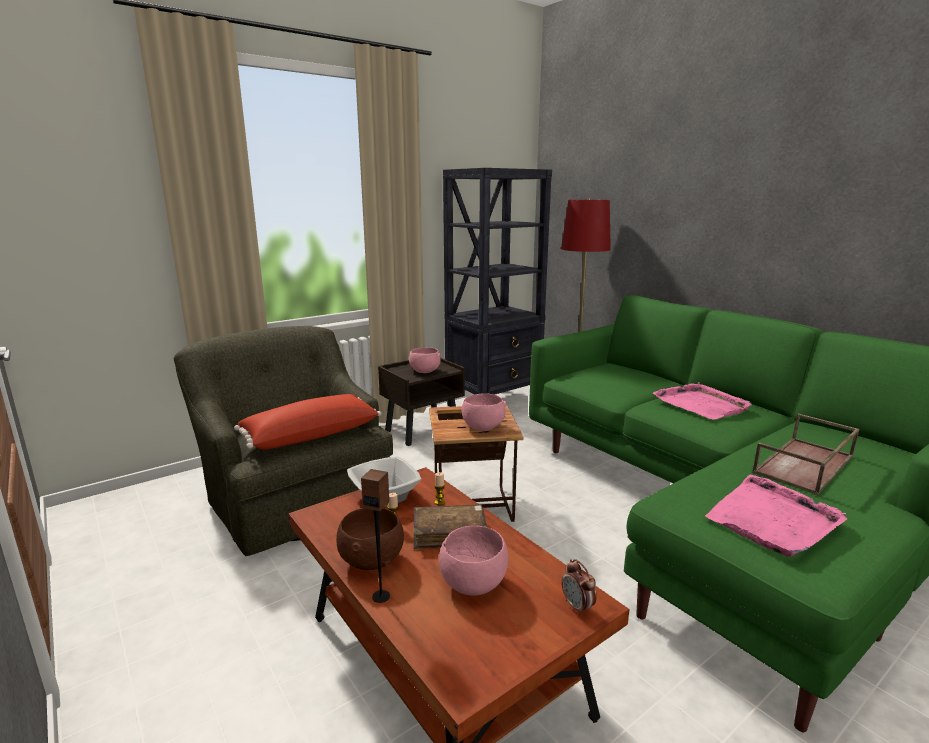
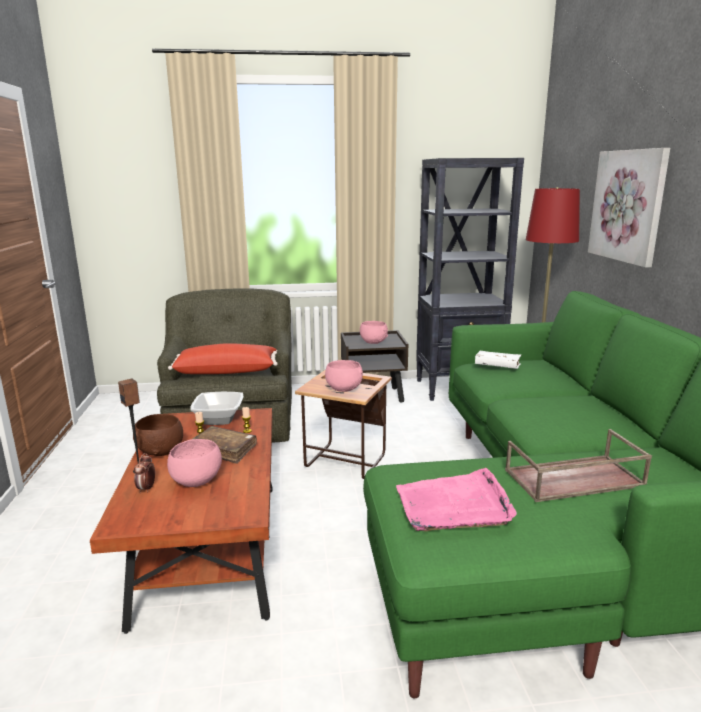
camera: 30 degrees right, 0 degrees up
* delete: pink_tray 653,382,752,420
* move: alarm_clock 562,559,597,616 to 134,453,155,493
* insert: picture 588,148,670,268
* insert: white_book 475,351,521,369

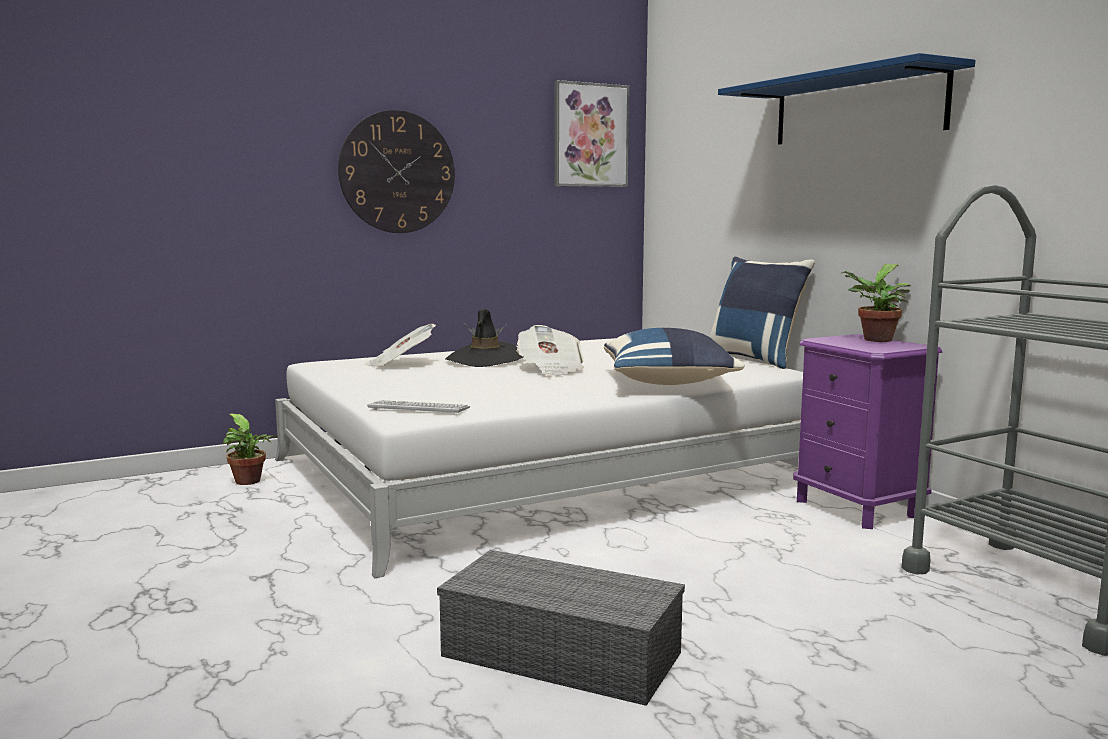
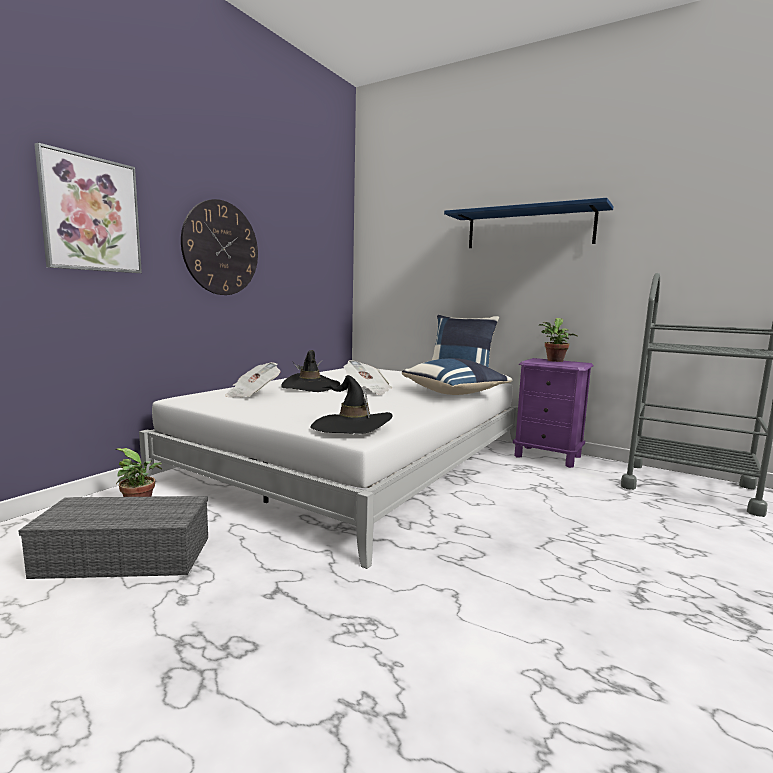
camera: 30 degrees left, 0 degrees up
* move: picture 554,80,629,187 to 34,143,142,273
* replace: keyboard 367,400,470,415 to black_hat 310,375,392,434
* move: grey_storage_box 437,550,685,706 to 19,496,208,579

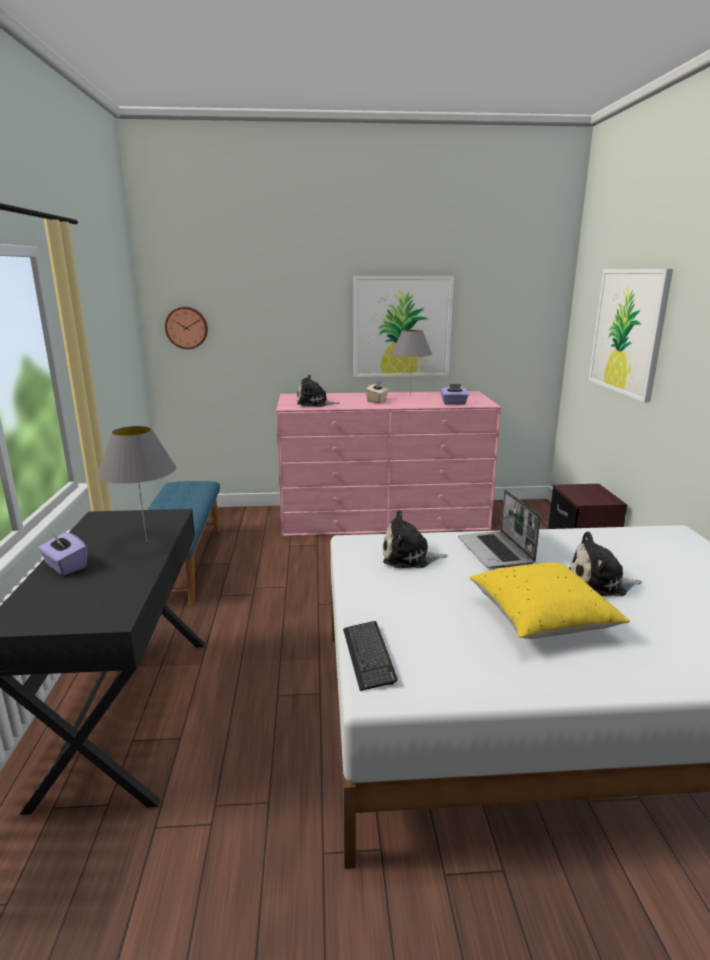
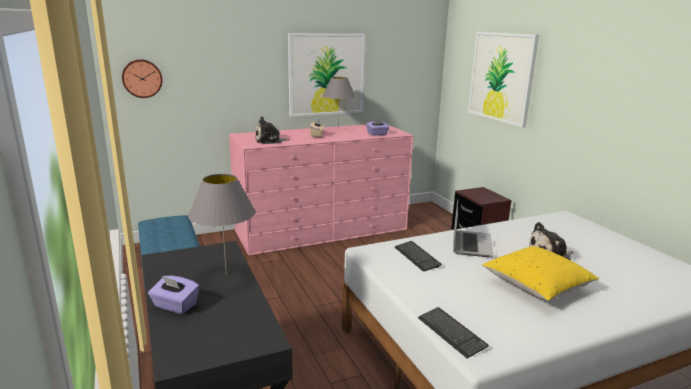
camera: 20 degrees left, 0 degrees up
* rotate: laptop 458,490,541,569 = 453,200,493,257 135 degrees counterclockwise
* replace: plush_toy 383,510,448,568 to keyboard 395,241,442,272

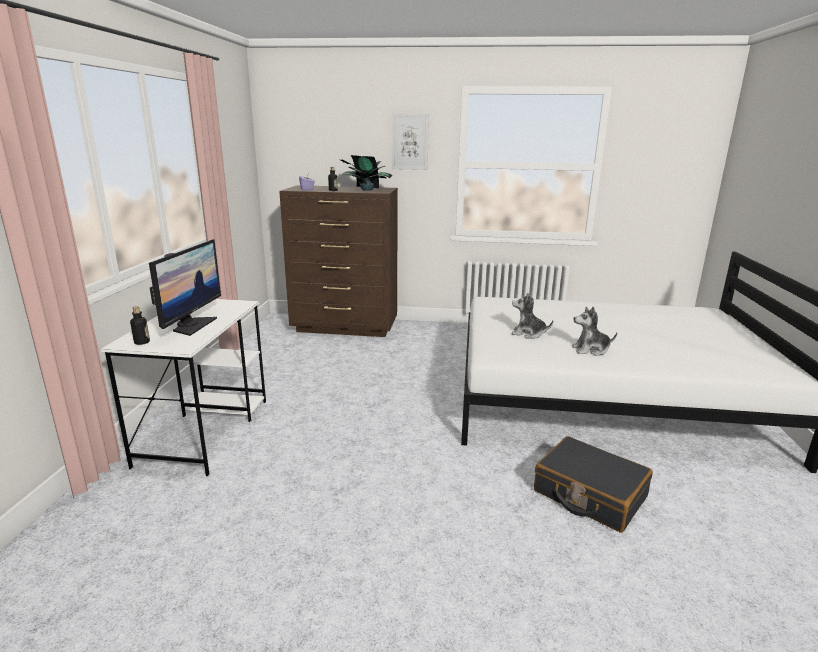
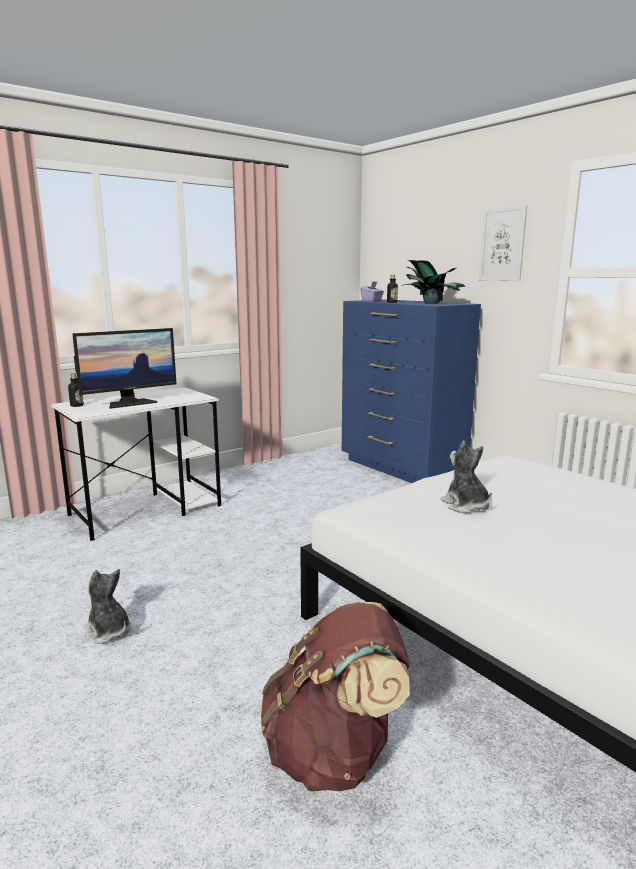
camera: 45 degrees right, 5 degrees down
* recolor: brown_dresser 279,185,398,337 to blue_dresser 342,299,481,483
* move: plush_toy 572,306,617,356 to 83,569,132,644
* replace: black_suitcase 534,436,653,533 to brown_backpack 261,602,410,792

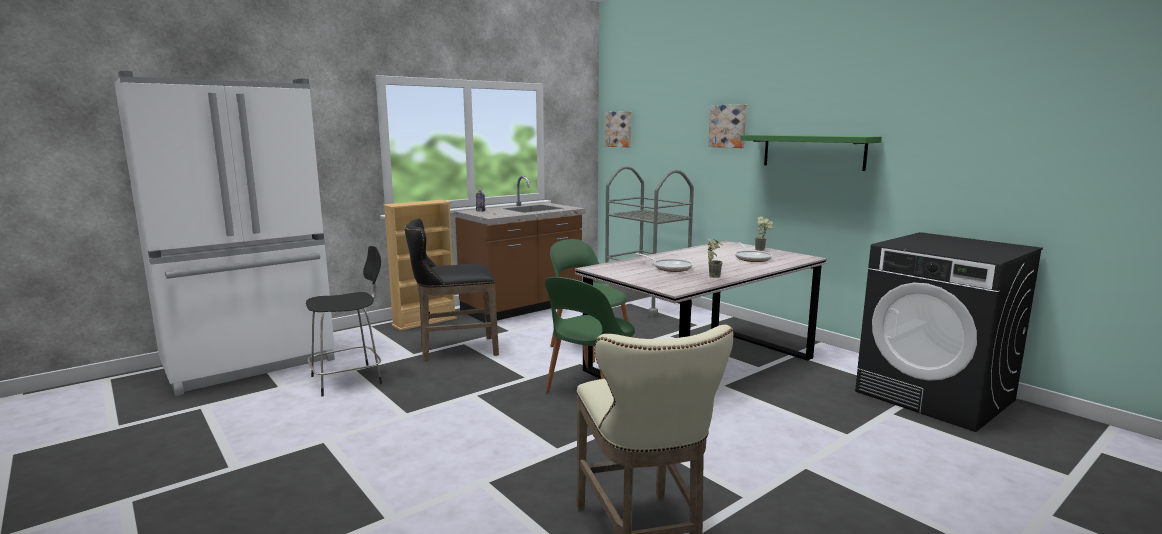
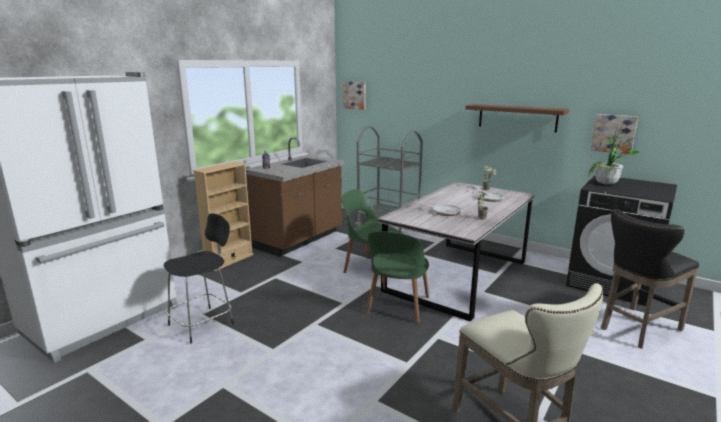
camera: 15 degrees left, 5 degrees up
* move: picture 708,104,747,148 to 591,114,638,154
* recolor: green_shelf 741,135,882,171 to brown_shelf 465,104,569,133
* move: black_stool 405,218,499,362 to 601,209,699,349
* insert: potted_plant 589,121,639,185

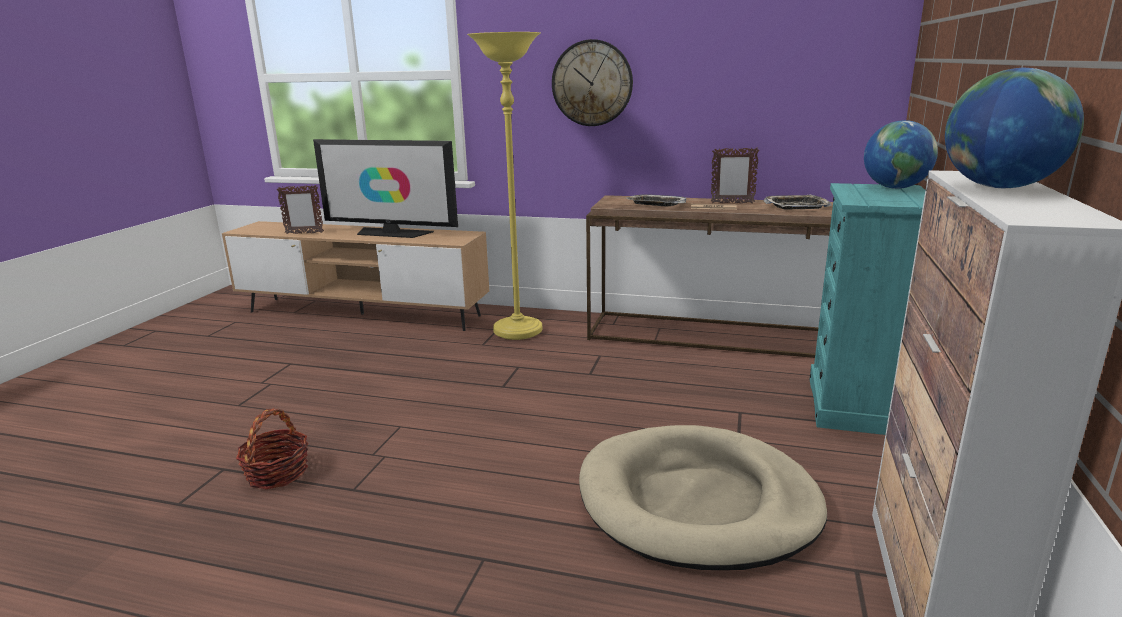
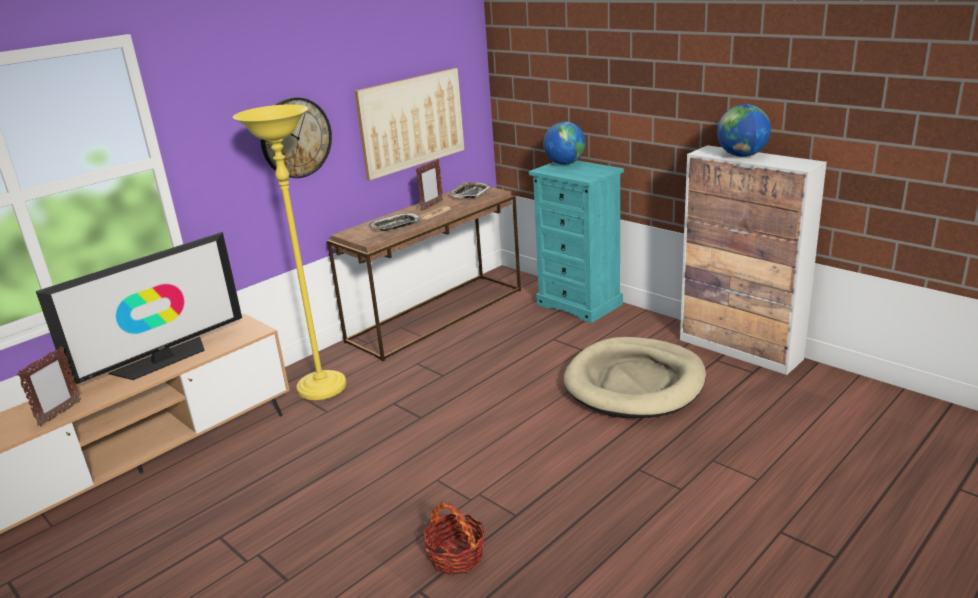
camera: 60 degrees left, 5 degrees up
* insert: picture 355,68,465,180

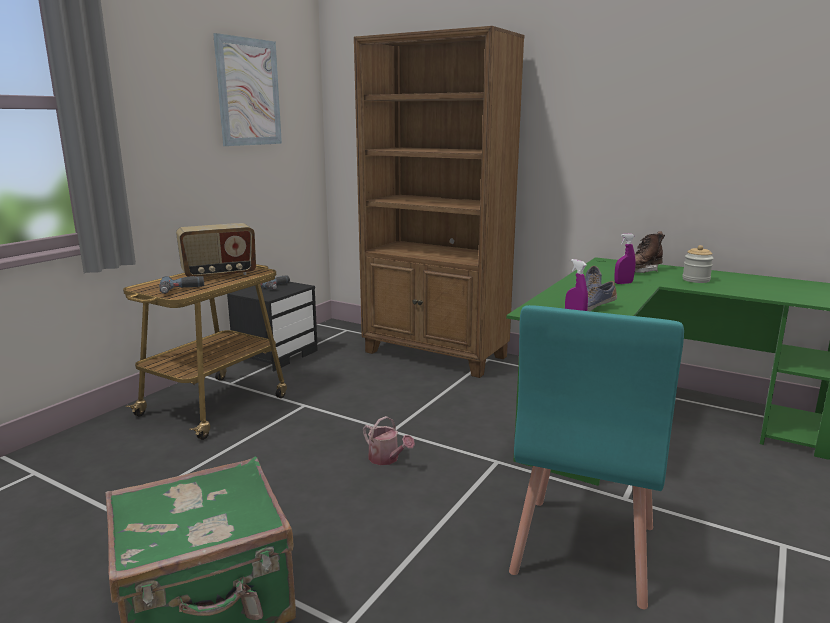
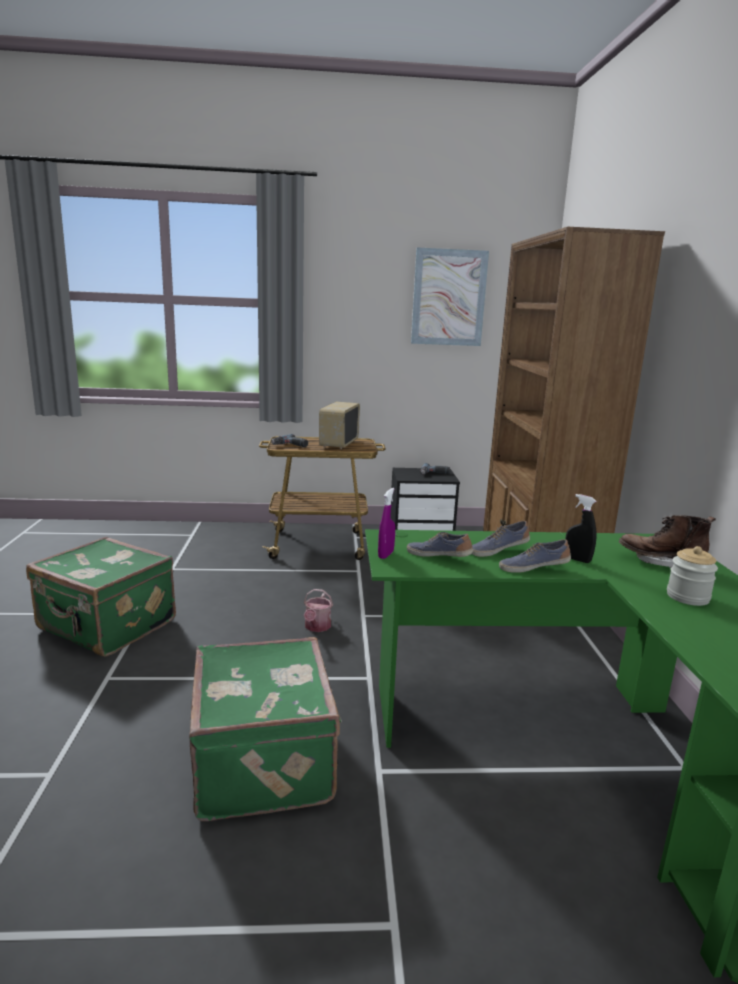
camera: 55 degrees right, 0 degrees up
* rotate: radio 176,223,256,277 = 319,402,360,449 75 degrees clockwise
* recolor: purple_spray_bottle 615,234,636,284 to black_spray_bottle 565,494,597,563
* replace: turquoise_chair 509,305,684,609 to green_suitcase 189,637,342,821
* insert: shoe 499,539,571,573

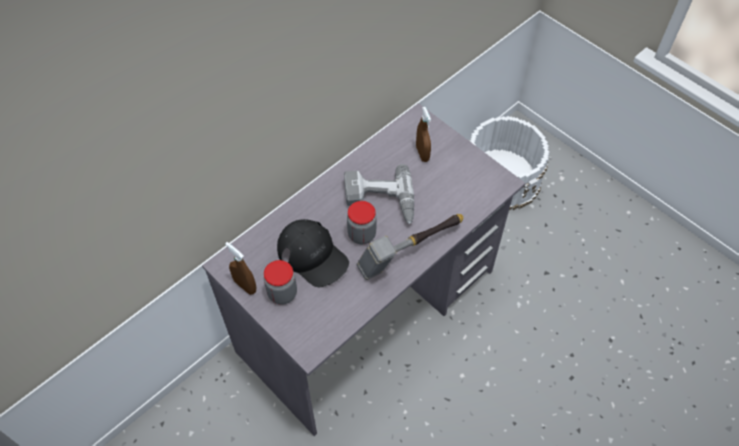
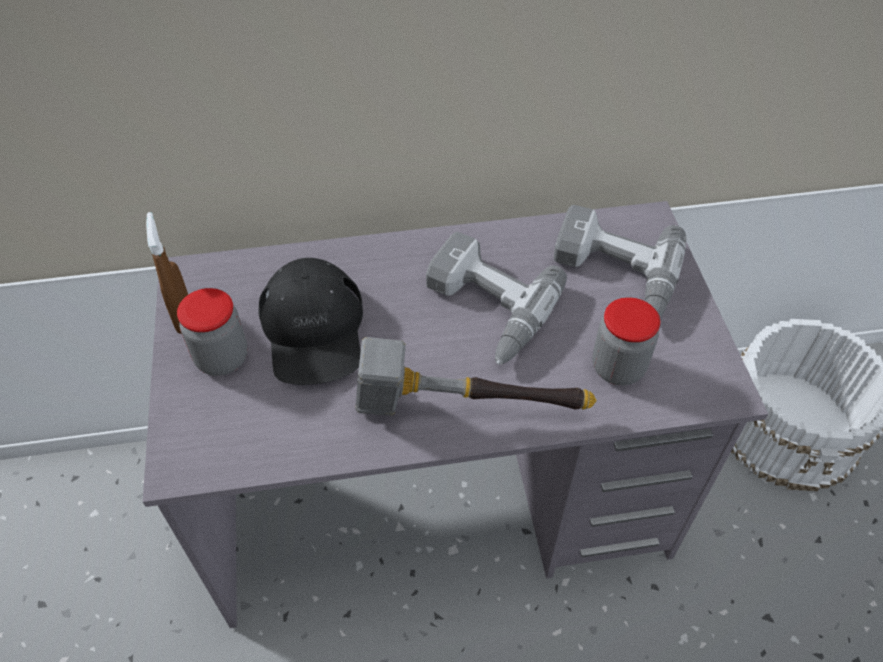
camera: 35 degrees right, 5 degrees down
* replace: brown_spray_bottle 416,107,431,162 to power_drill 554,205,686,317
* move: jar 347,201,377,244 to 592,297,660,385

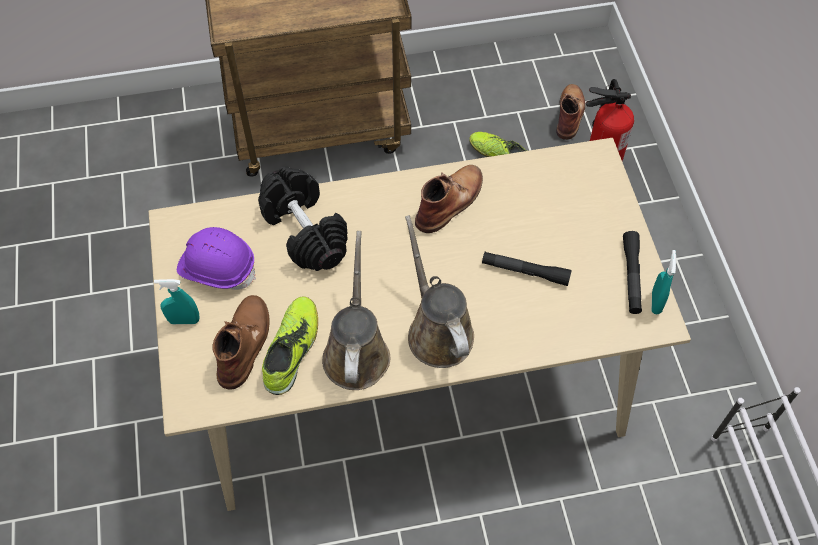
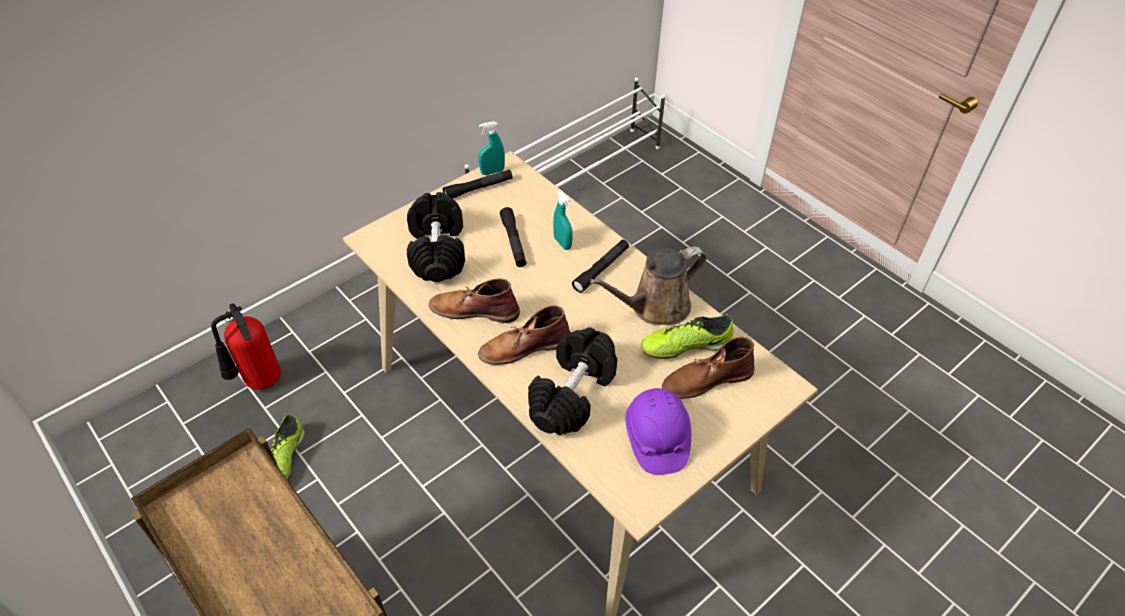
camera: 120 degrees left, 10 degrees down
* move: brown_boot 556,84,585,140 to 478,305,571,365
* replace: brown_watering_can 405,215,474,368 to black_flashlight 572,240,629,293
* move: turquoise_spray_bottle 154,279,200,324 to 553,190,573,250
* insert: black_dumbbell 407,192,465,282

